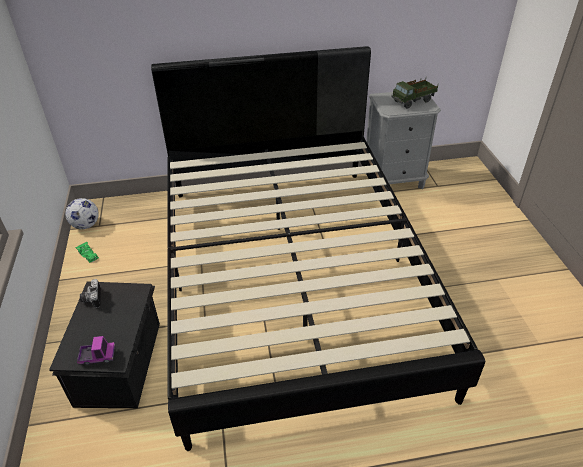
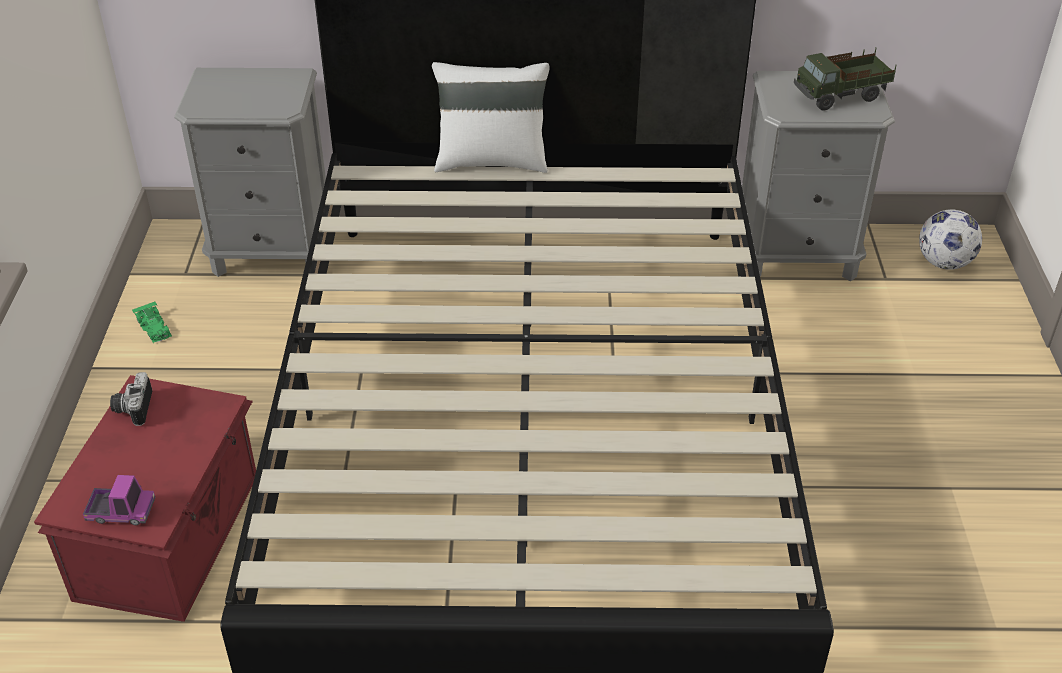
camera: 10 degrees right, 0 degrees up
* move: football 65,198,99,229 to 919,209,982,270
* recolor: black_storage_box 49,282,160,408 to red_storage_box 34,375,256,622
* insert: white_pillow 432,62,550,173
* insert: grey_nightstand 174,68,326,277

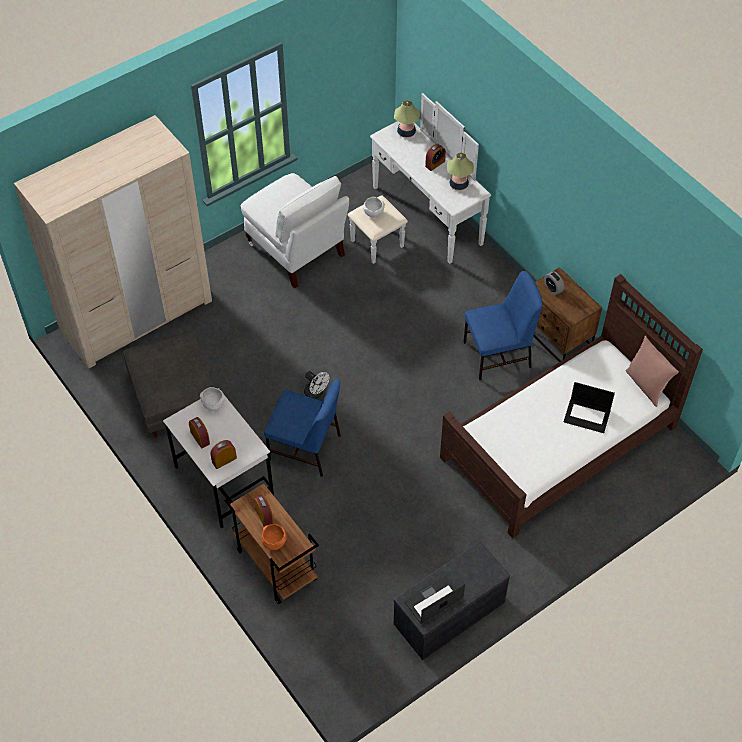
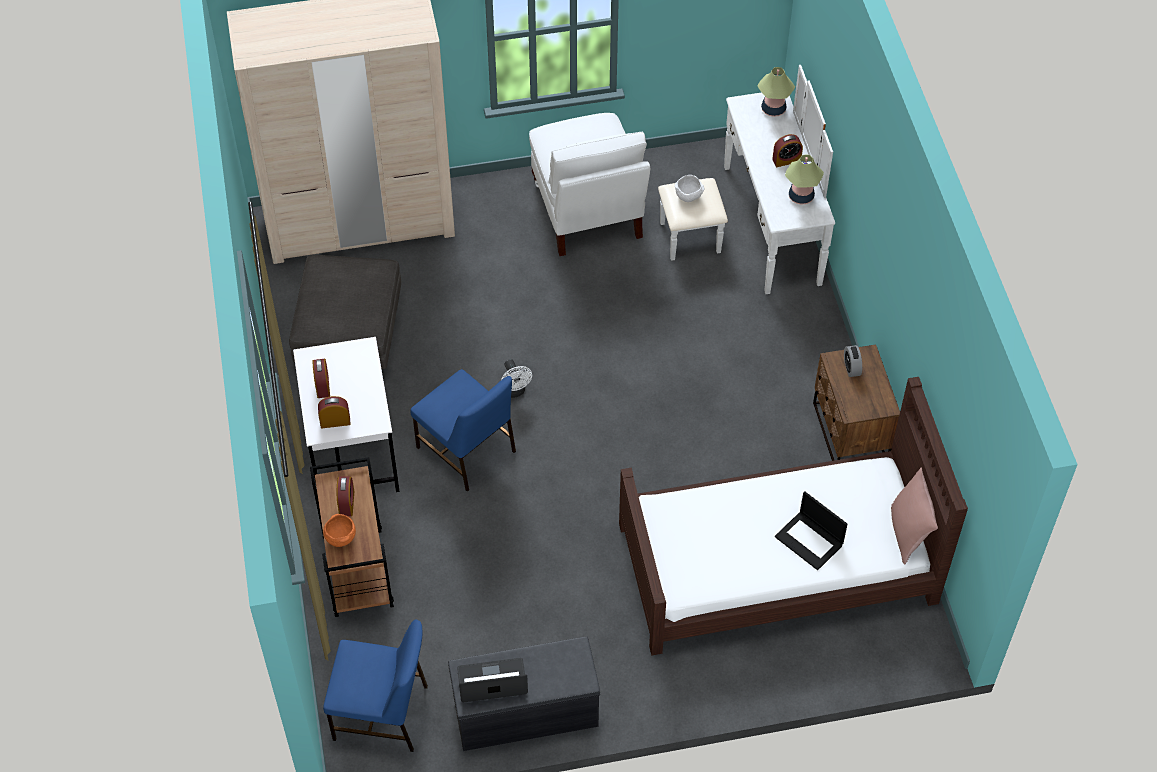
camera: 25 degrees right, 0 degrees up
* move: blue_chair 464,271,543,380 to 323,620,428,752
* delete: white_bowl 200,387,225,411

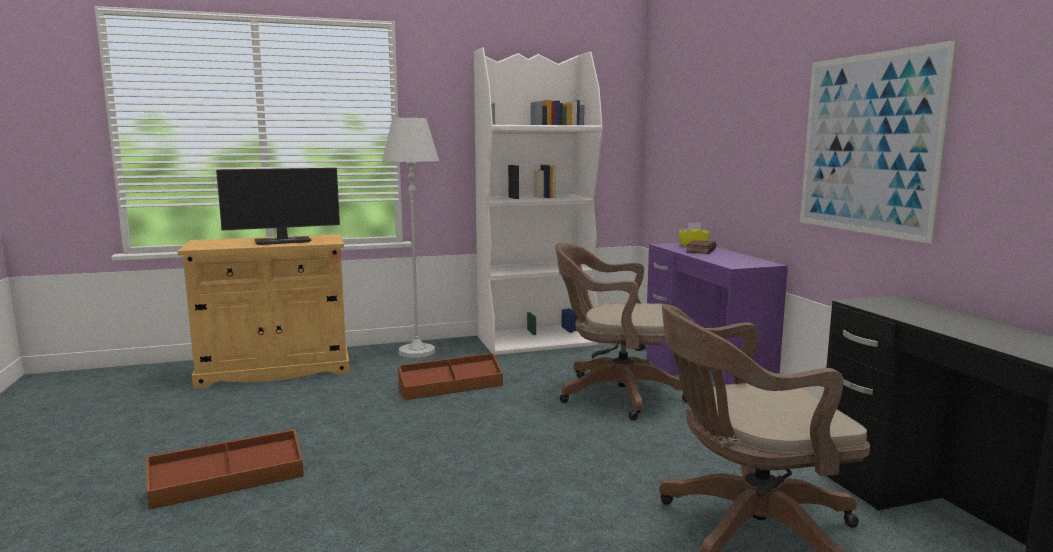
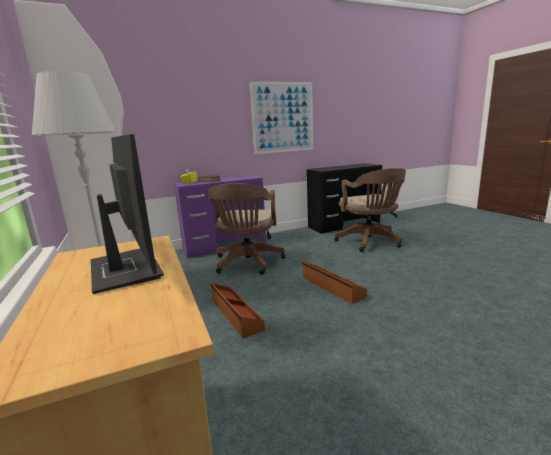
camera: 95 degrees left, 5 degrees up
* move: brown_storage_box 146,429,304,509 to 302,262,367,304

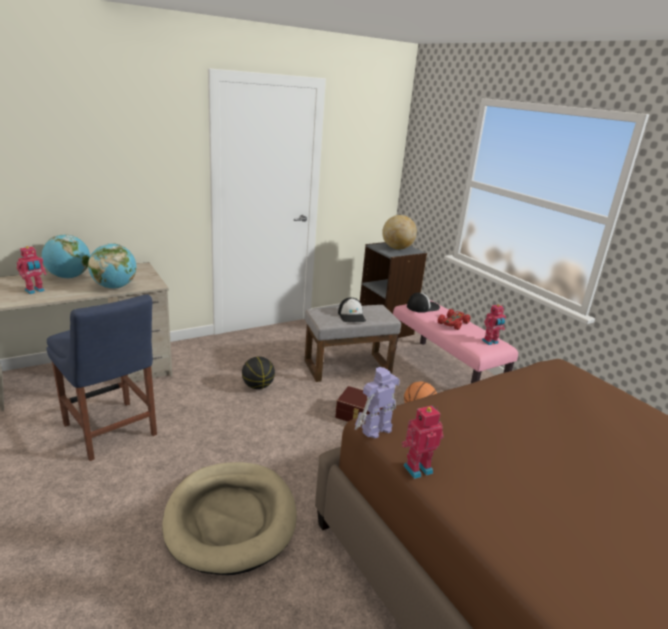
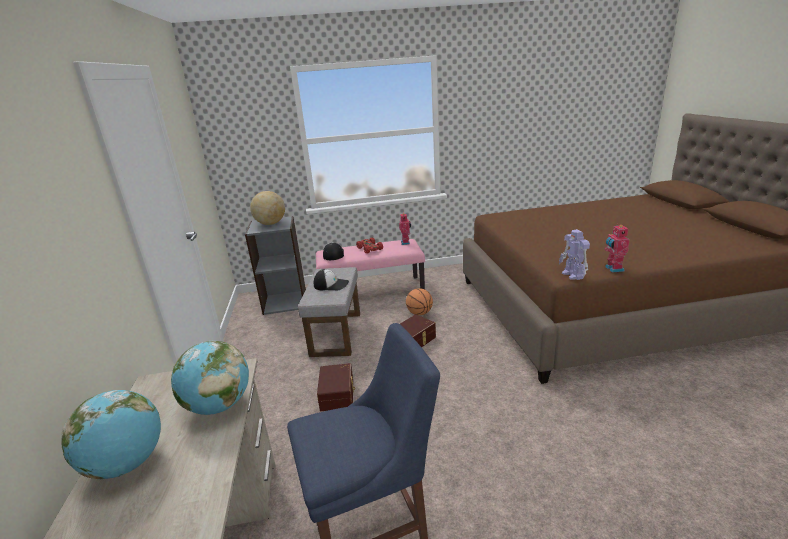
camera: 65 degrees left, 0 degrees up
* delete: toy_robot 17,246,46,294
* replace: basketball 242,356,275,389 to brown_storage_box 317,363,355,411
* delete: beige_dog_bed 162,462,297,575

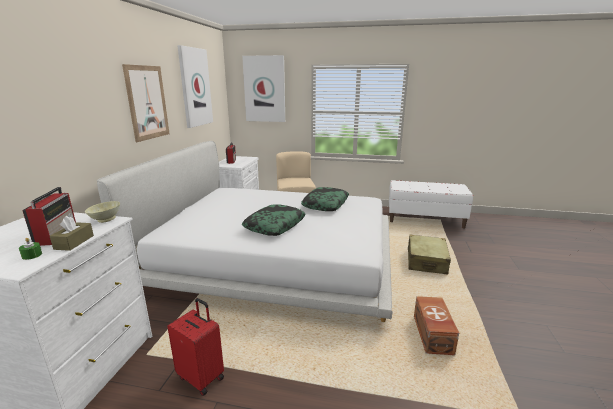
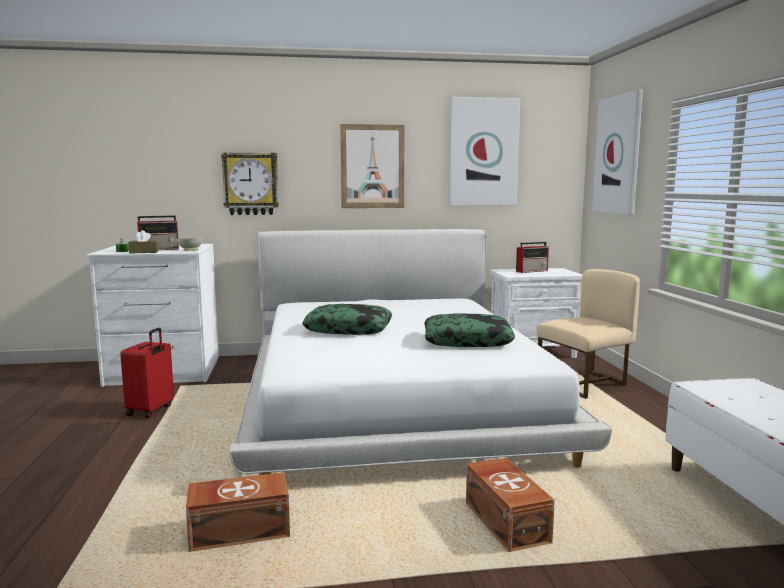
camera: 70 degrees right, 10 degrees down
* replace: beige_suitcase 408,235,451,275 to brown_storage_box 466,458,555,552
* insert: wall_clock 221,152,279,215

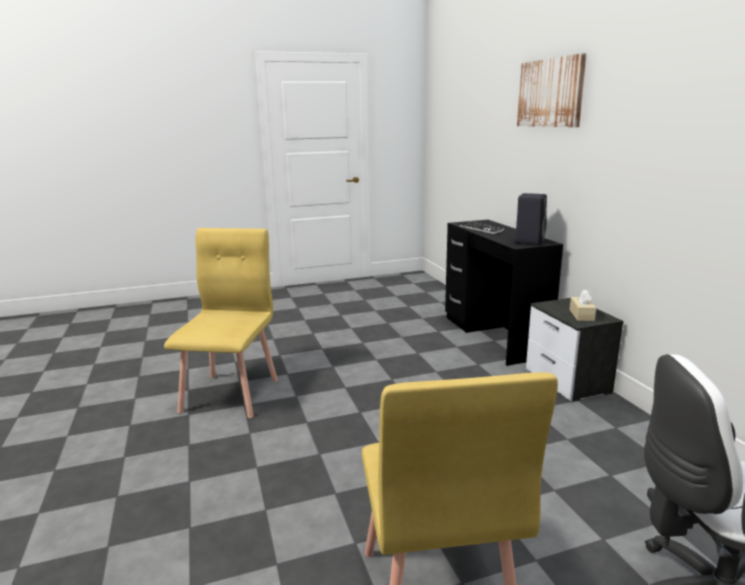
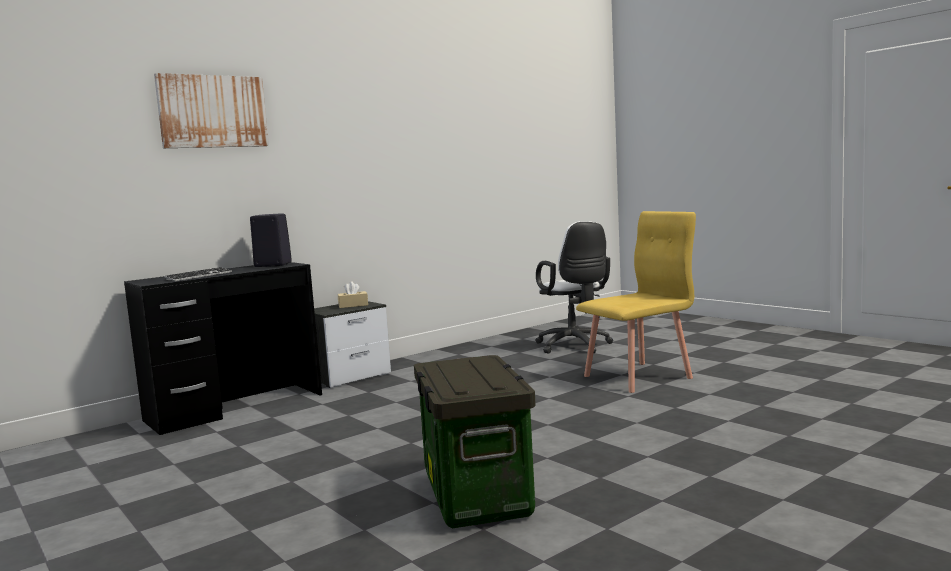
camera: 110 degrees left, 10 degrees down
* replace: yellow_chair 164,228,278,418 to storage_box 414,355,536,528

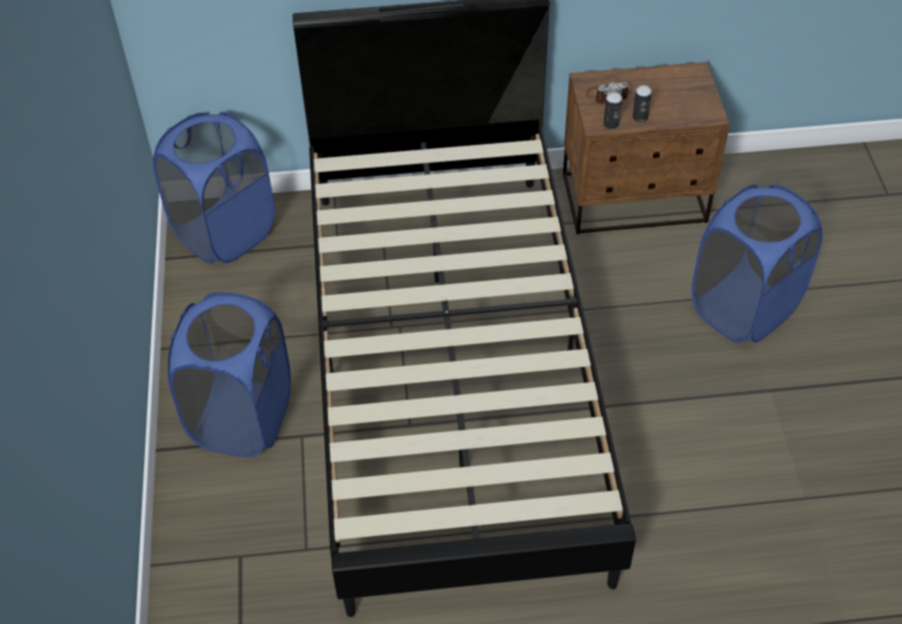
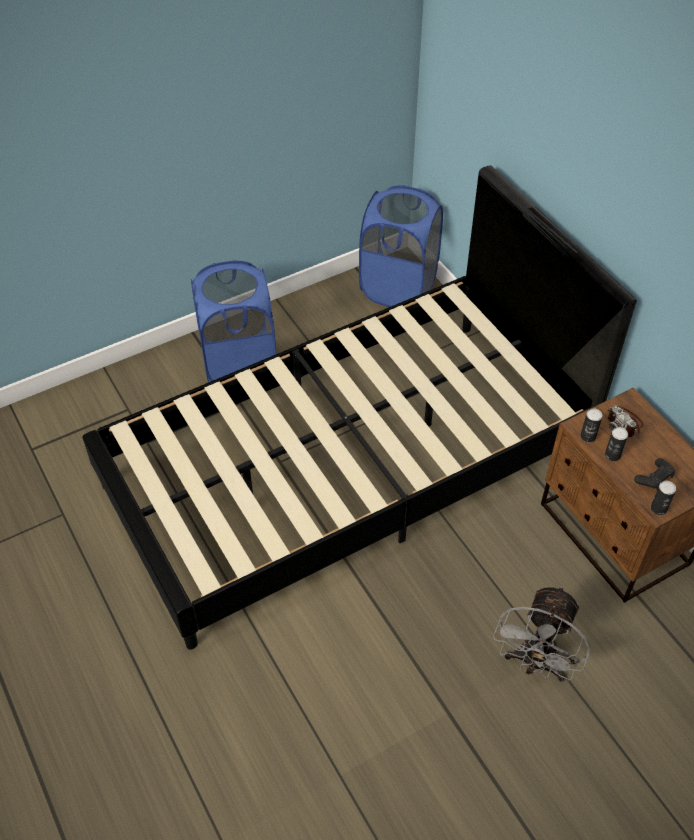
camera: 65 degrees right, 0 degrees up
* replace: blue_laundry_basket 692,185,823,343 to grey_fan 493,585,590,681
* insert: black_game_controller 634,458,675,490
* insert: can 651,481,676,515

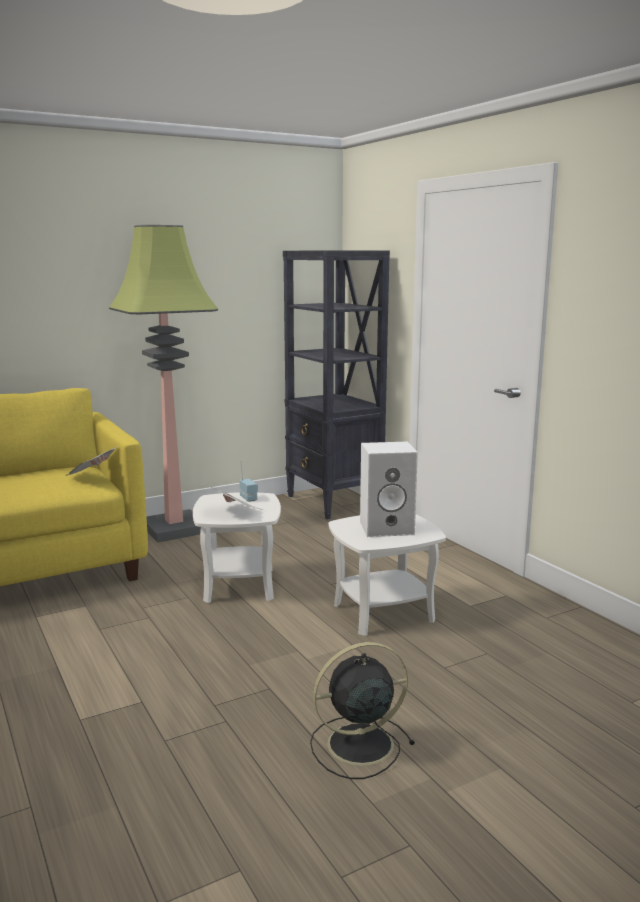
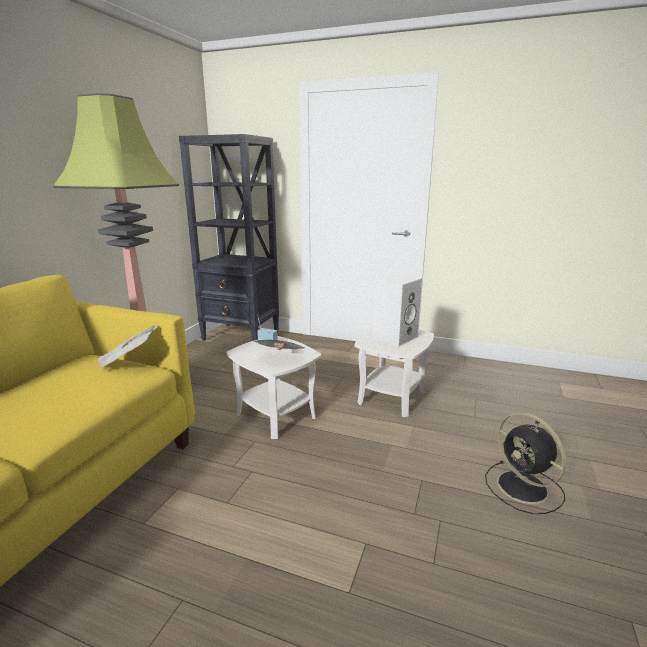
camera: 40 degrees left, 5 degrees up
* rotate: black_fan 310,642,415,779 = 485,412,566,514 60 degrees counterclockwise

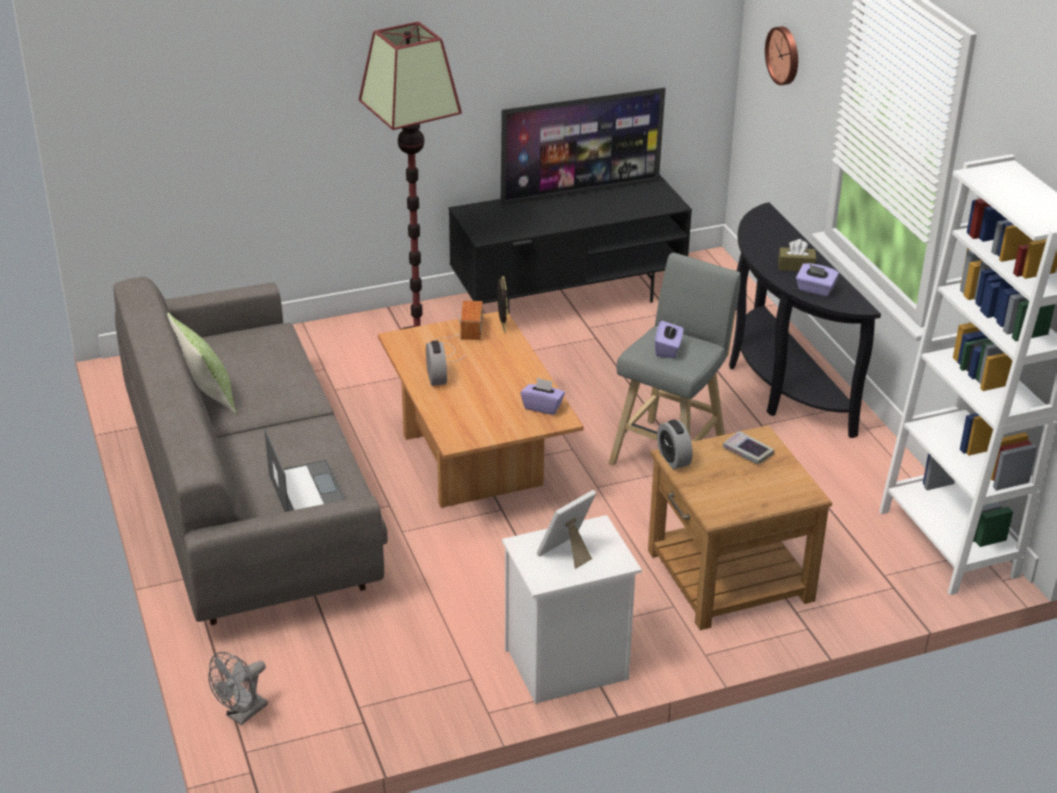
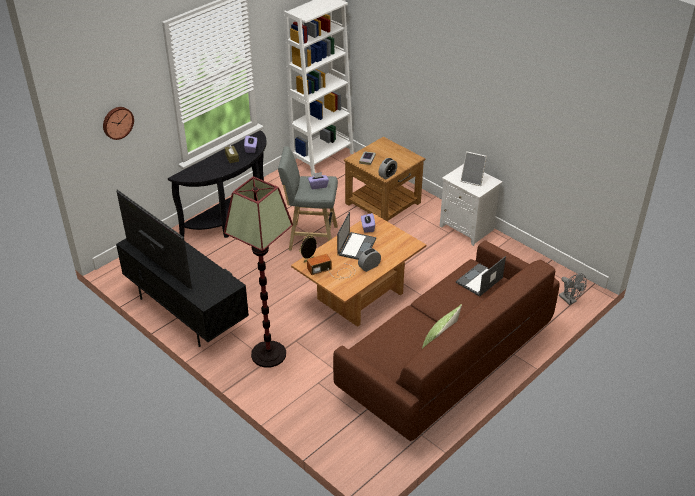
camera: 115 degrees left, 5 degrees up
* recolor: grey_sofa 113,277,388,625 to brown_sofa 333,240,560,441
* rotate: grey_fan 208,652,268,725 = 559,273,586,305 45 degrees clockwise
* insert: laptop 337,212,376,260

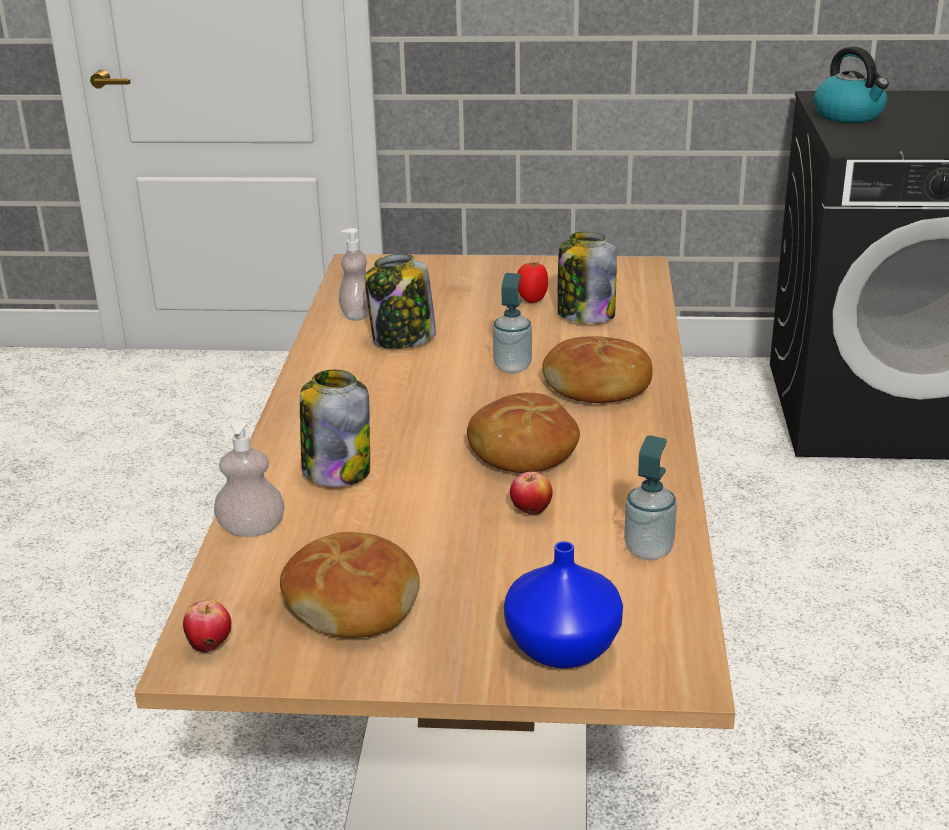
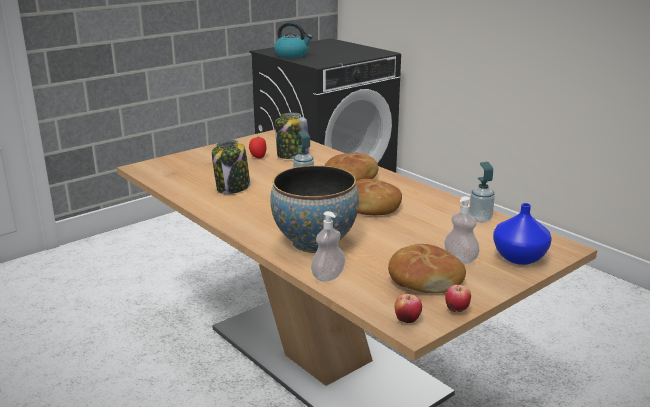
camera: 45 degrees left, 5 degrees down
* move: soap_dispenser 339,228,369,321 to 444,196,479,264
* replace: jar 300,370,370,487 to bowl 270,165,359,253
* move: apple 510,472,553,515 to 445,284,471,312

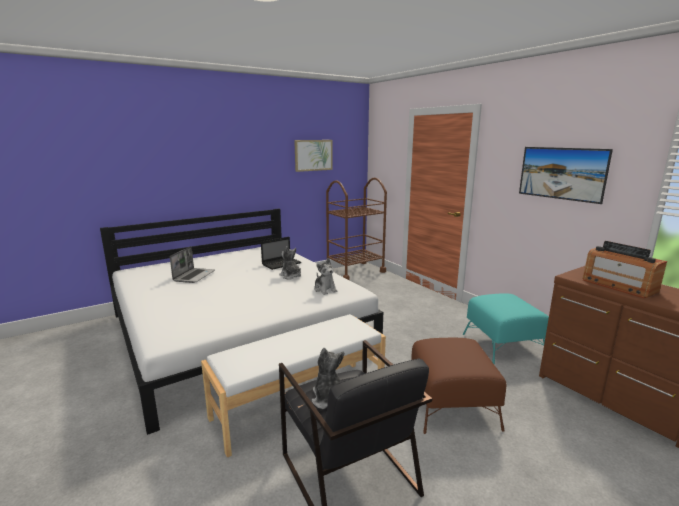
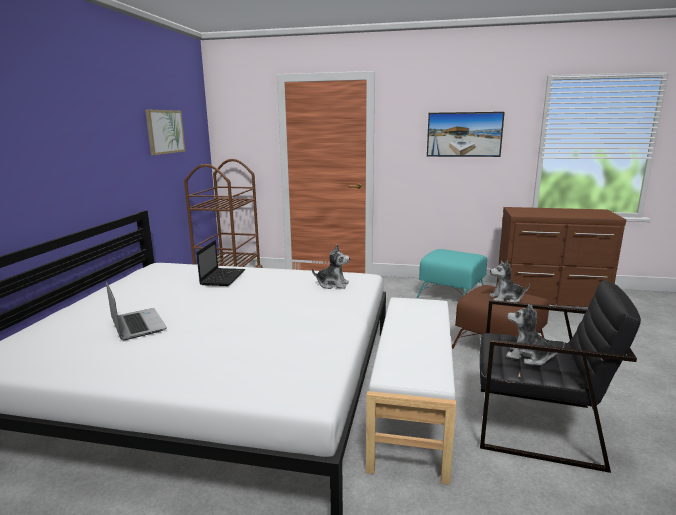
camera: 45 degrees left, 0 degrees up
* delete: radio 582,241,667,298
* move: plush_toy 279,246,301,279 to 489,260,530,303

